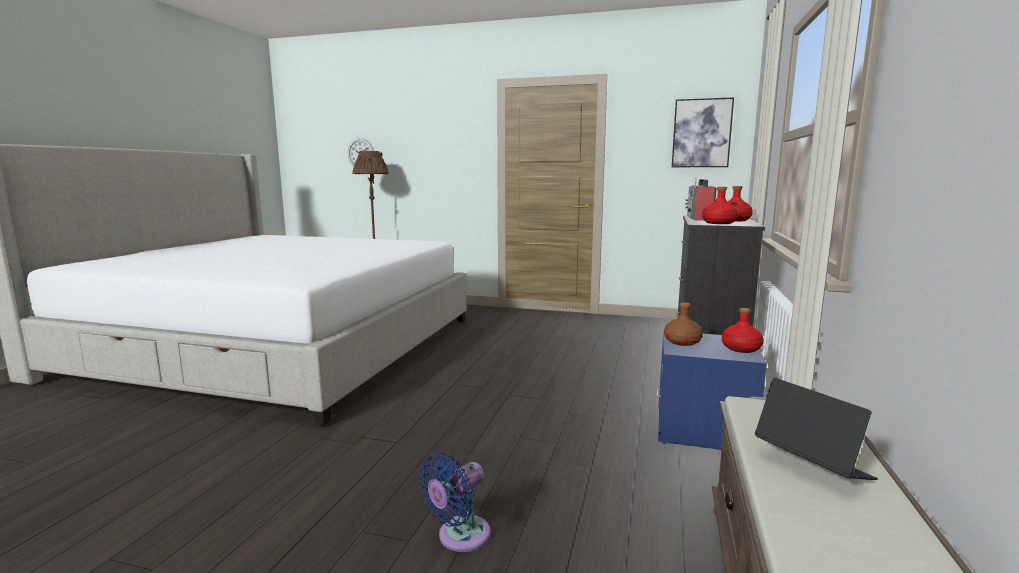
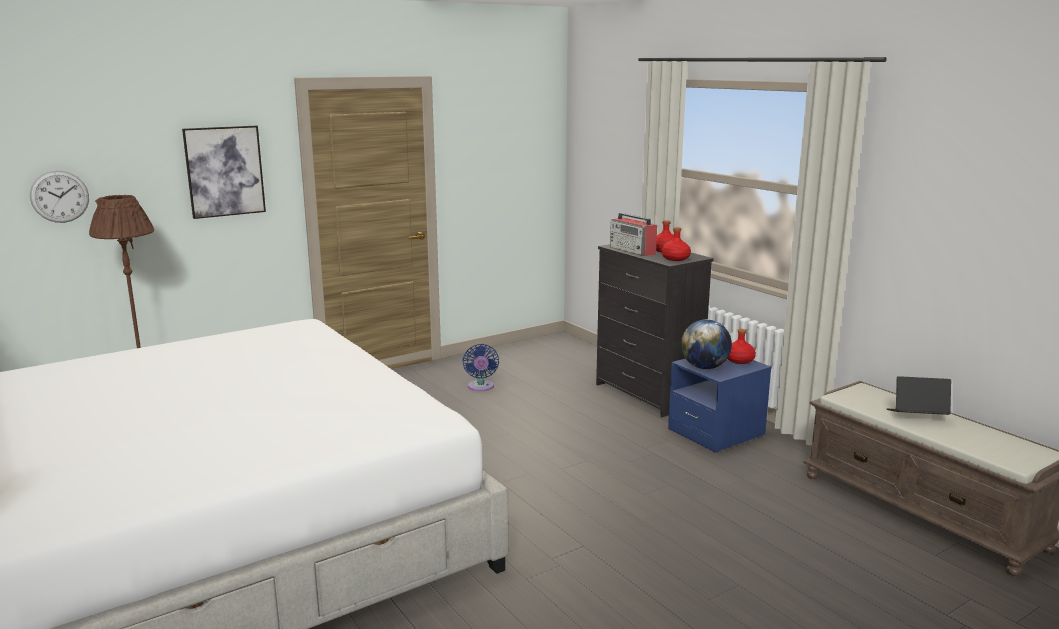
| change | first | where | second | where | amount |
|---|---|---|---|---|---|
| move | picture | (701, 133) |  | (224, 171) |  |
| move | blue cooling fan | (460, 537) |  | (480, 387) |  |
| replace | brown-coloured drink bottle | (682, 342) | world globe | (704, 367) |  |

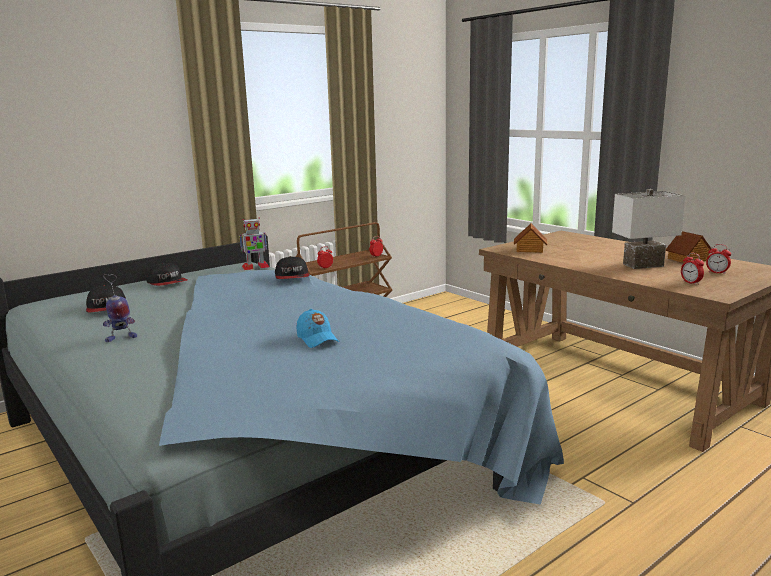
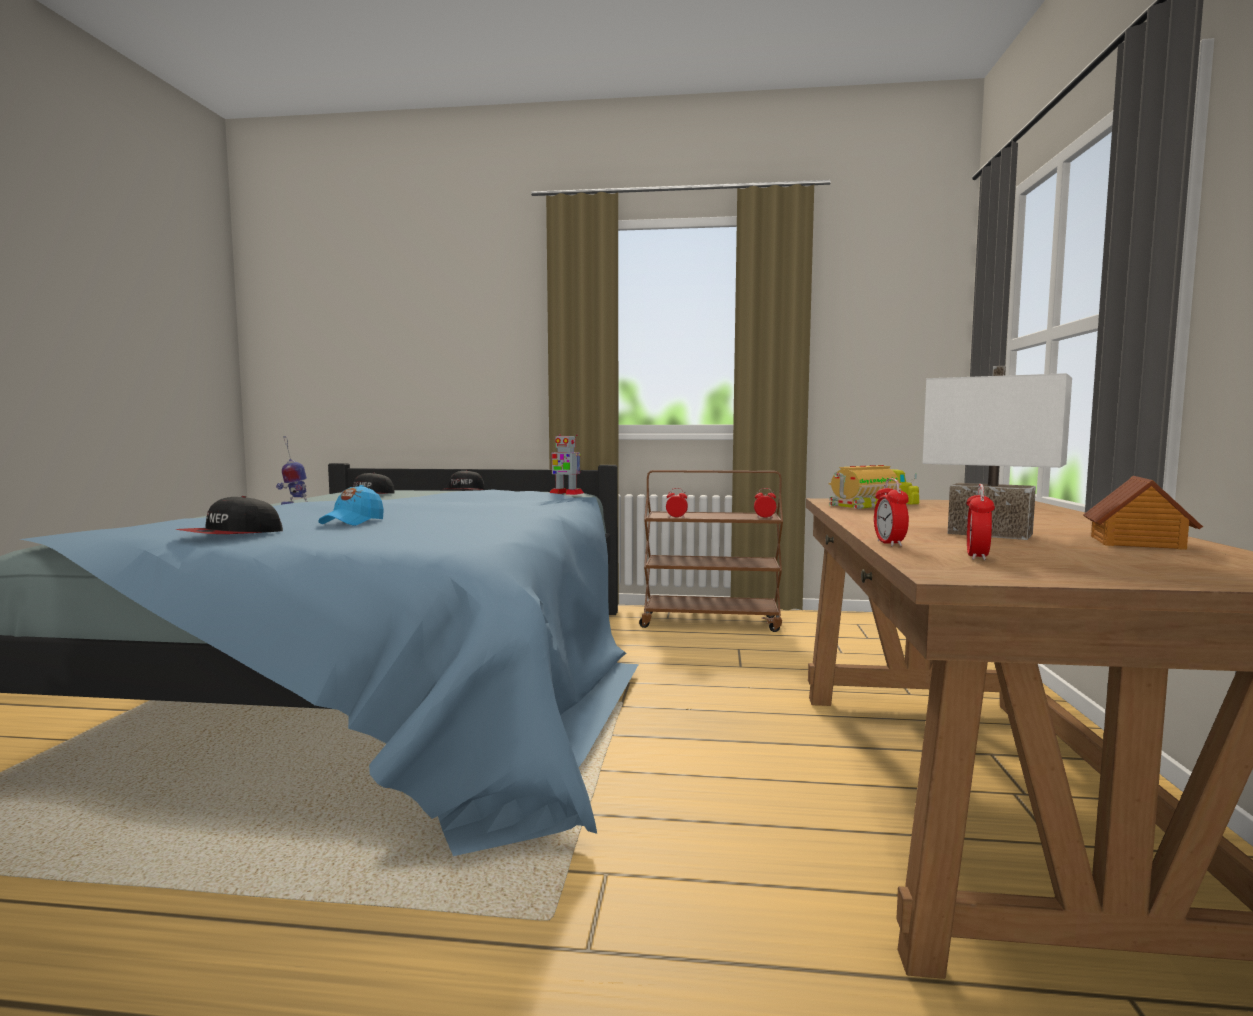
| change | first | where | second | where | amount |
|---|---|---|---|---|---|
| move | peaked cap | (292, 277) |  | (231, 535) |  |
| replace | toy house | (529, 249) | toy truck | (874, 505) |  |
| move | table clock | (717, 272) |  | (889, 543) |  |

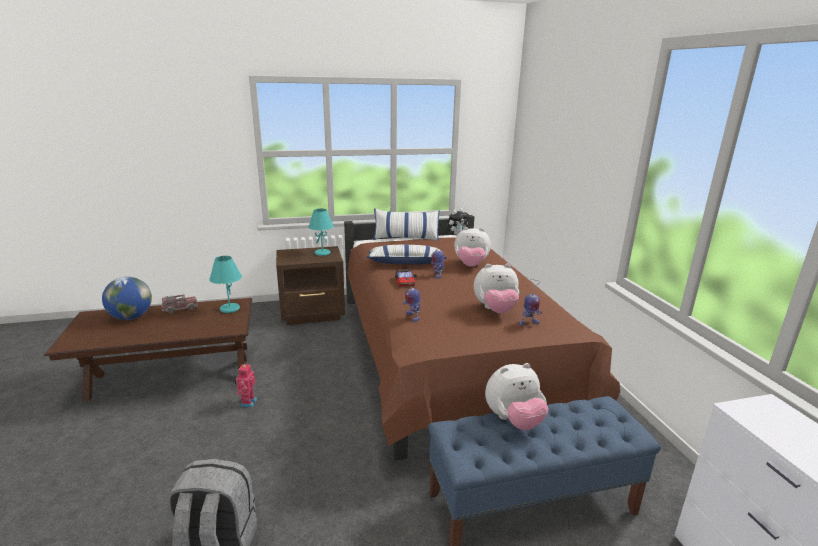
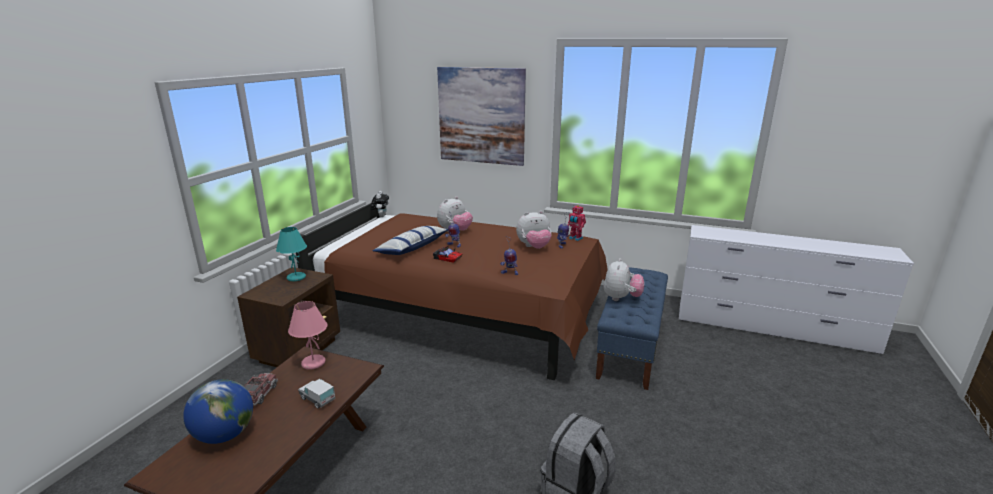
| change | first | where | second | where | amount |
|---|---|---|---|---|---|
| recolor | blue-green table lamp | (229, 309) | pink-coloured table lamp | (313, 363) |  |
| insert |  |  | toy truck | (317, 399) |  |
| insert |  |  | picture | (481, 116) |  |
| rotate | plush toy | (495, 310) |  | (534, 247) | 45 degrees clockwise |
| move | robot figure | (247, 402) |  | (575, 238) |  |
| delete | cushion | (406, 238) |  |  |  |

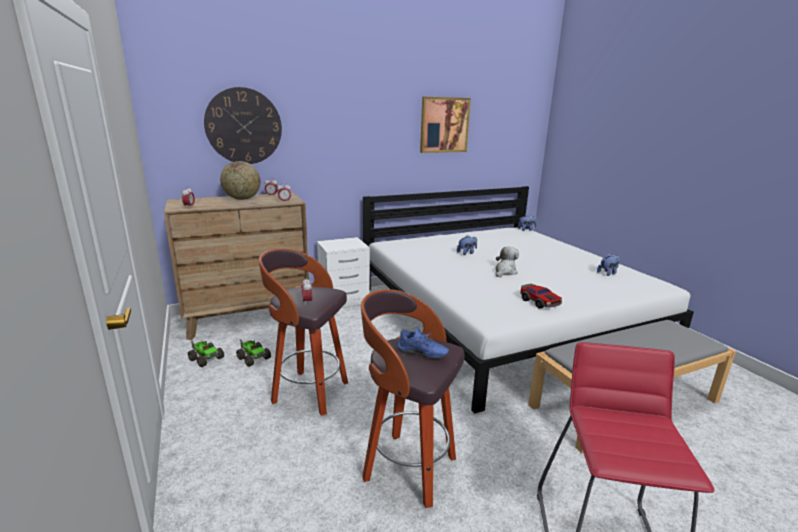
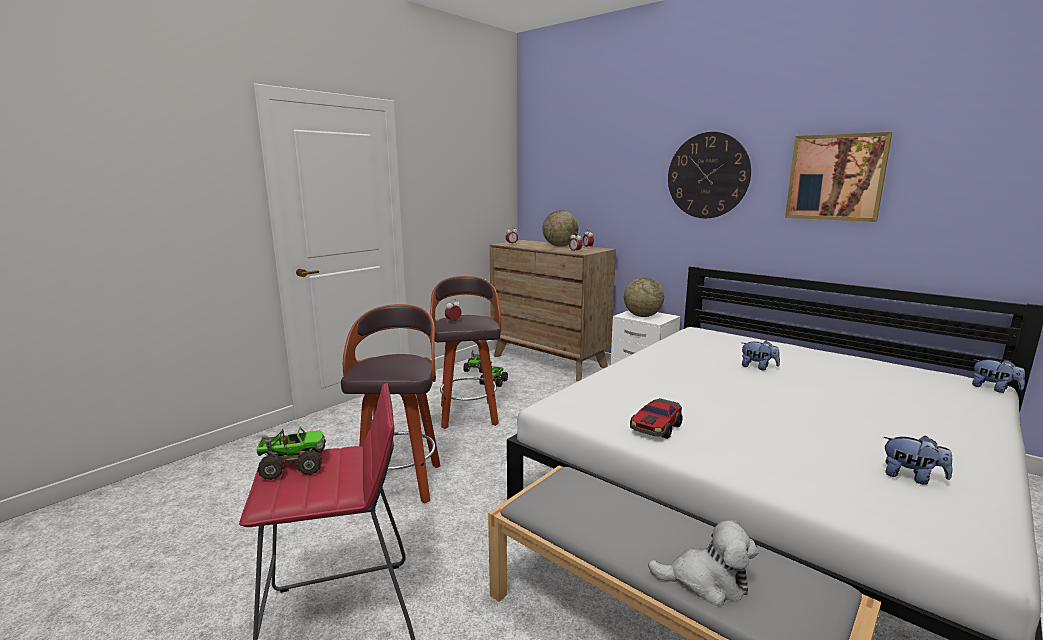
| change | first | where | second | where | amount |
|---|---|---|---|---|---|
| insert |  |  | toy truck | (293, 464) |  |
| insert |  |  | world globe | (642, 316) |  |
| move | plush toy | (505, 272) |  | (706, 581) |  |
| move | wall clock | (243, 126) |  | (708, 175) |  |
| delete | blue shoe | (421, 355) |  |  |  |

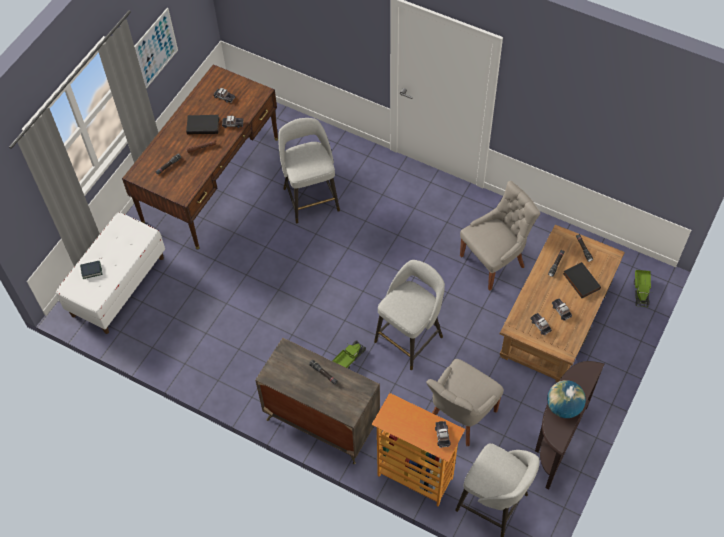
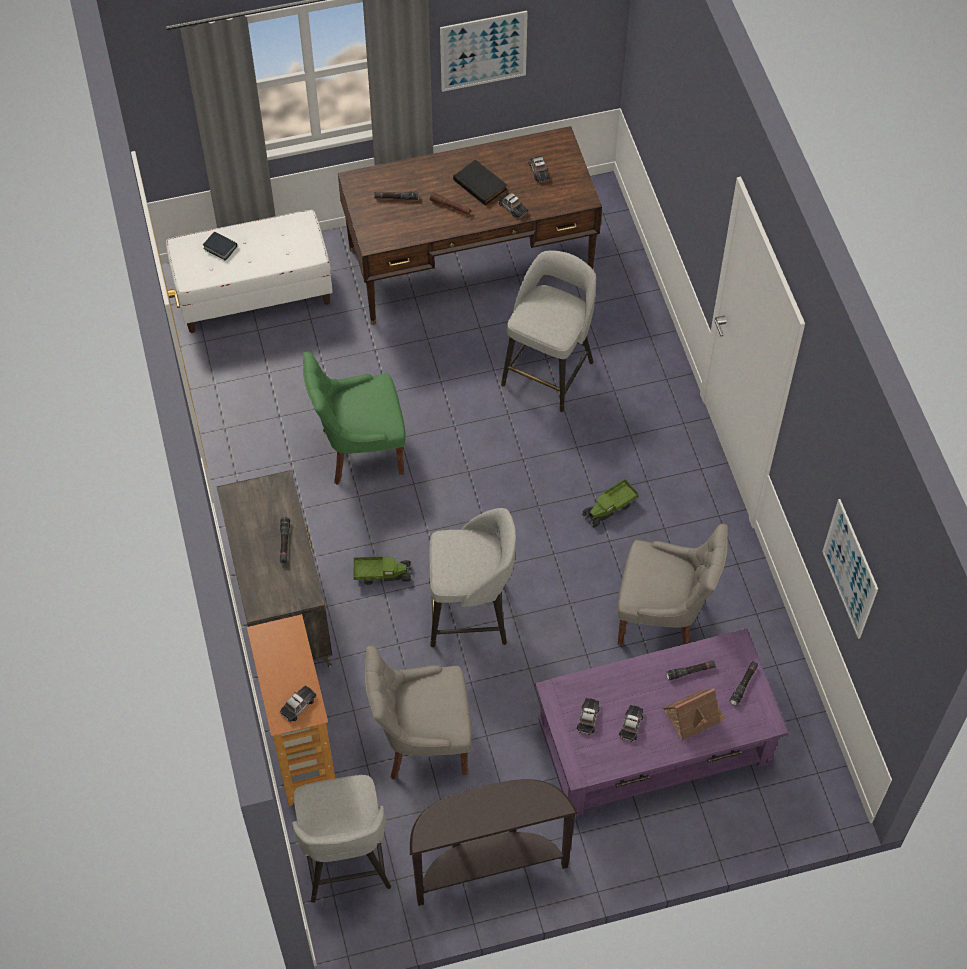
| change | first | where | second | where | amount |
|---|---|---|---|---|---|
| insert |  |  | green-coloured chair | (360, 450) |  |
| recolor | brown-coloured lounge table | (556, 318) | purple lounge table | (653, 744) |  |
| move | toy truck | (641, 291) |  | (609, 508) |  |
| replace | black-coloured bound book | (580, 281) | toy house | (693, 715) |  |
| insert |  |  | picture | (850, 569) |  |
| delete | world globe | (563, 407) |  |  |  |

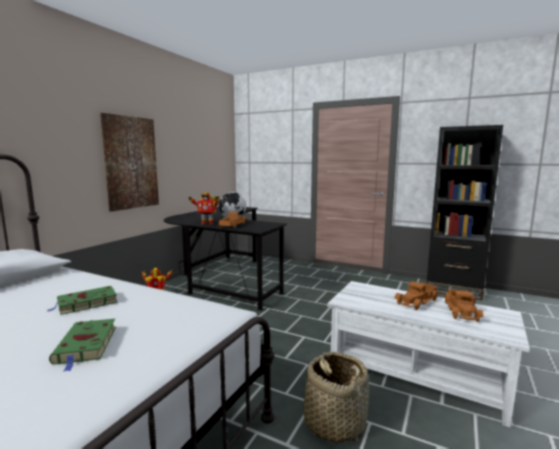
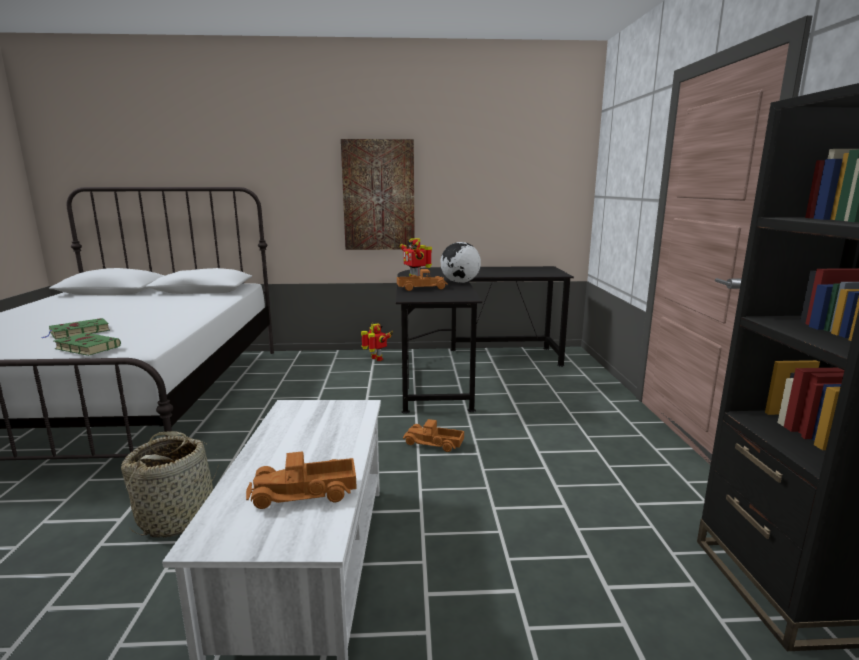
| change | first | where | second | where | amount |
|---|---|---|---|---|---|
| move | green-coloured bound book | (85, 303) |  | (86, 347) |  |
| move | toy truck | (417, 301) |  | (433, 443) |  |

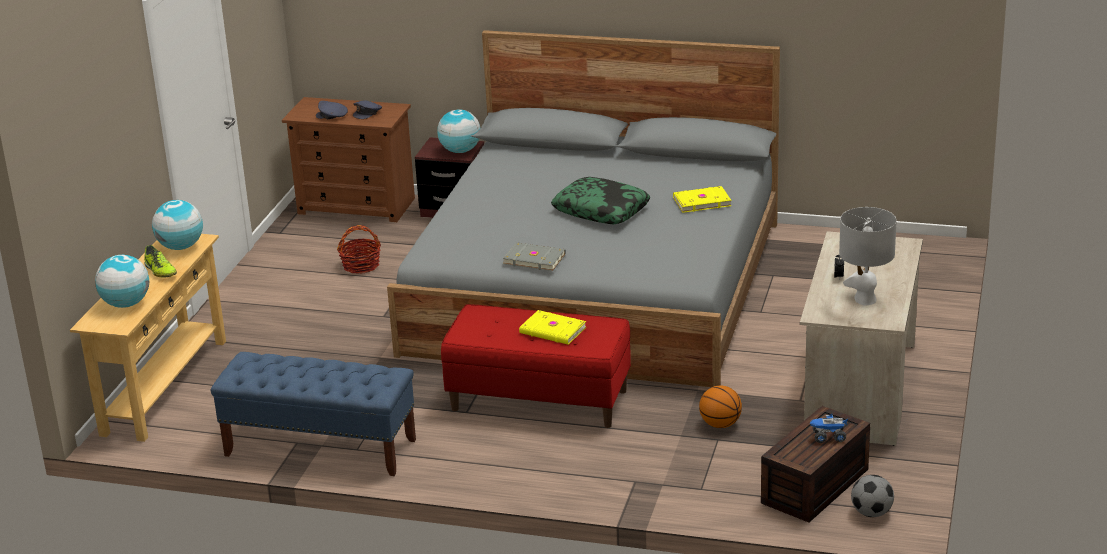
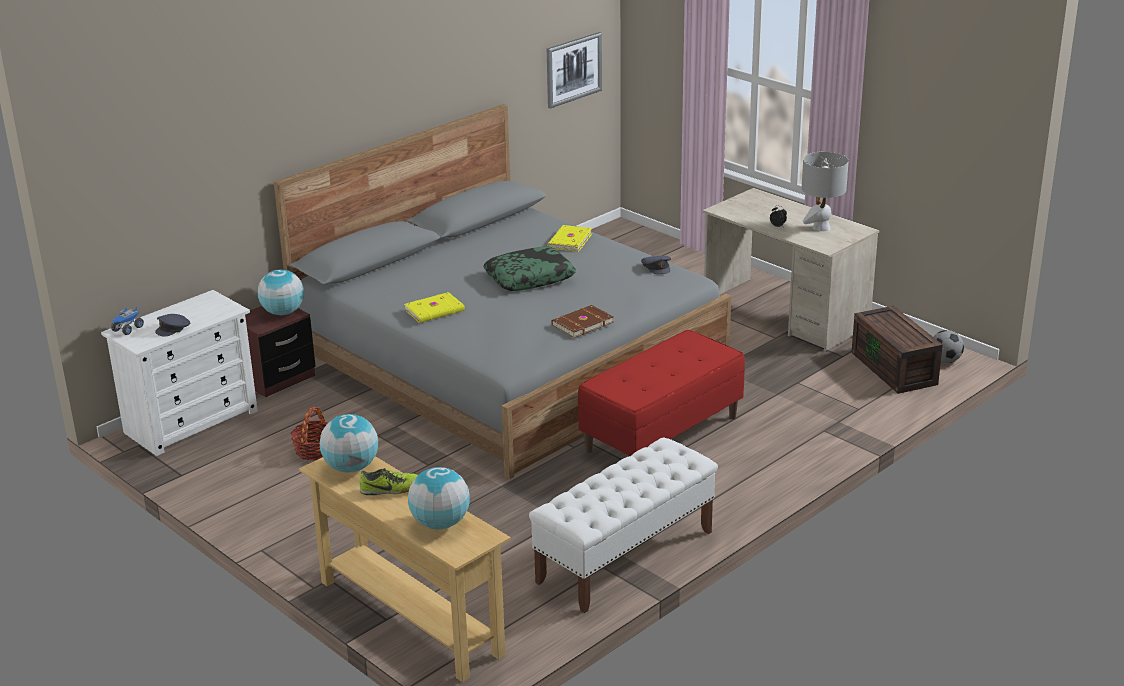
| change | first | where | second | where | amount |
|---|---|---|---|---|---|
| recolor | brown-coloured chest of drawers | (357, 206) | white-coloured chest of drawers | (192, 421) |  |
| move | toy truck | (828, 437) |  | (128, 329) |  |
| move | yellow bound book | (552, 331) |  | (435, 311) |  |
| recolor | blue long seat | (319, 447) | white-coloured long seat | (625, 557) |  |
| insert |  |  | picture | (573, 69) |  |
| recolor | gray bound book | (534, 259) | brown-coloured bound book | (581, 323) |  |
| move | gray peaked cap | (367, 113) |  | (657, 267) |  |
| delete | basketball | (720, 424) |  |  |  |

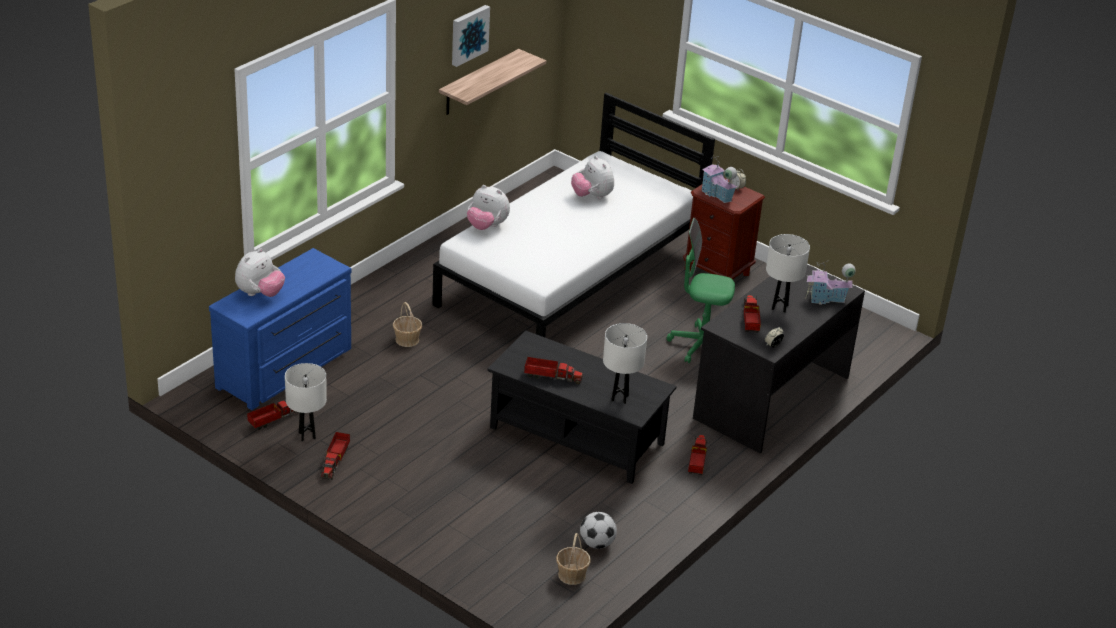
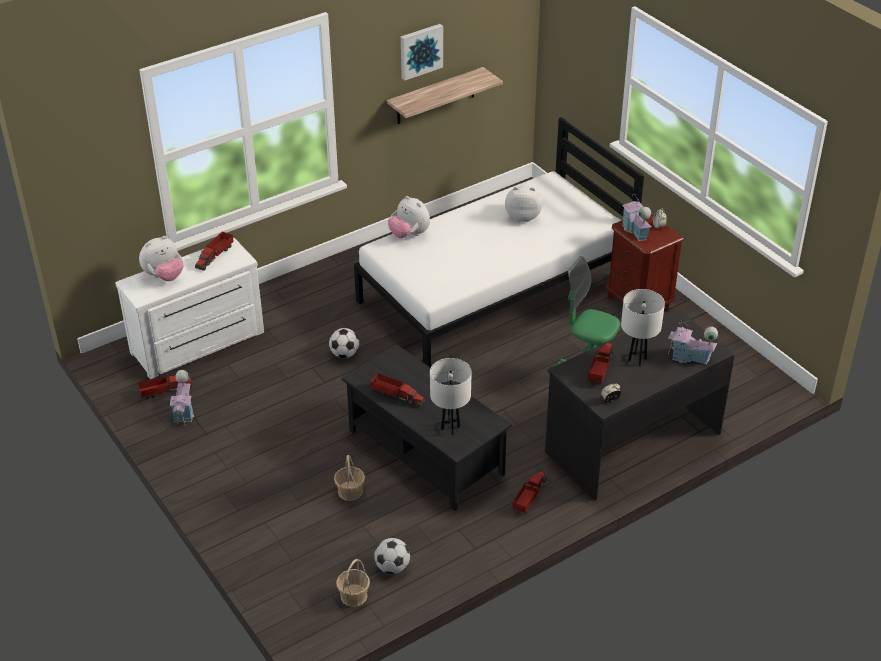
| change | first | where | second | where | amount |
|---|---|---|---|---|---|
| recolor | blue chest of drawers | (287, 369) | white-coloured chest of drawers | (199, 344) |  |
| replace | white-coloured table lamp | (307, 435) | toy house | (184, 411) |  |
| move | toy truck | (335, 461) |  | (215, 256) |  |
| insert |  |  | football ball | (344, 354) |  |
| move | basket | (407, 340) |  | (350, 491) |  |
| rotate | plush toy | (592, 196) |  | (523, 216) | 105 degrees clockwise |

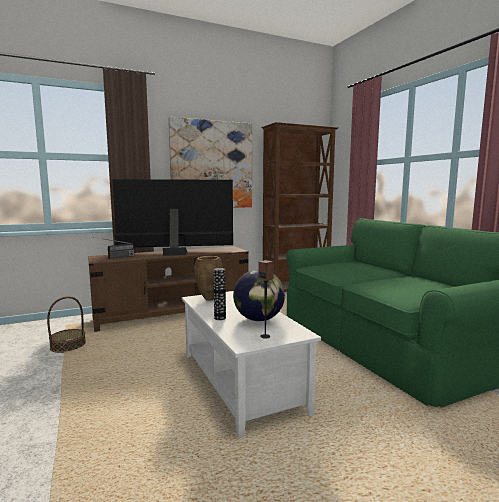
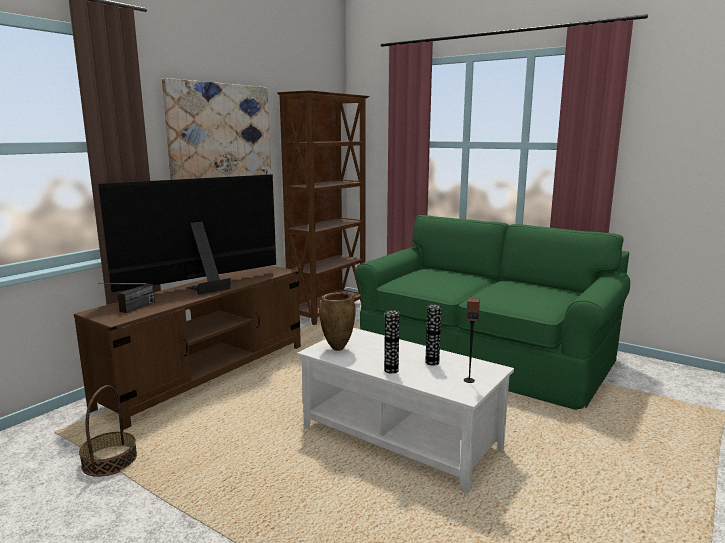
| change | first | where | second | where | amount |
|---|---|---|---|---|---|
| replace | world globe | (259, 319) | decorative vase | (432, 362) |  |

